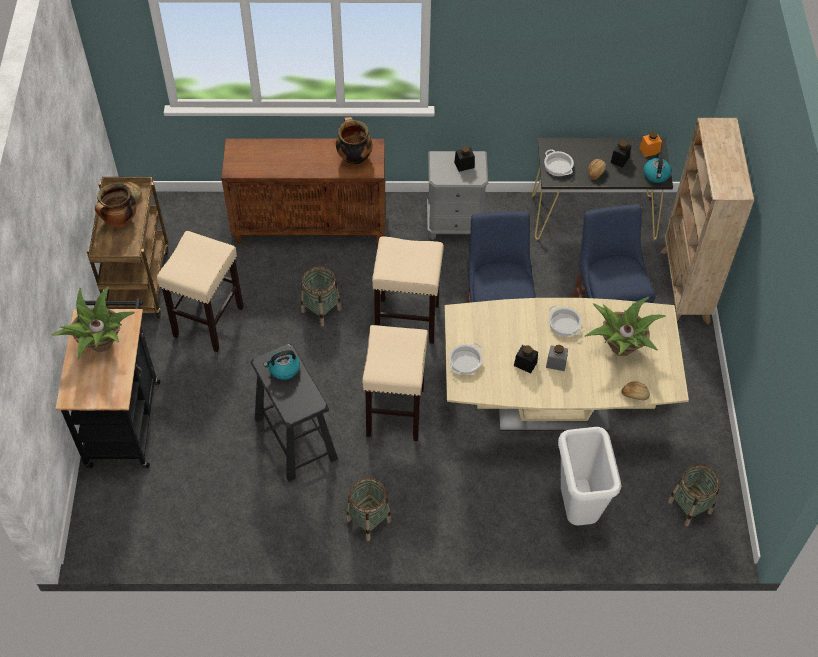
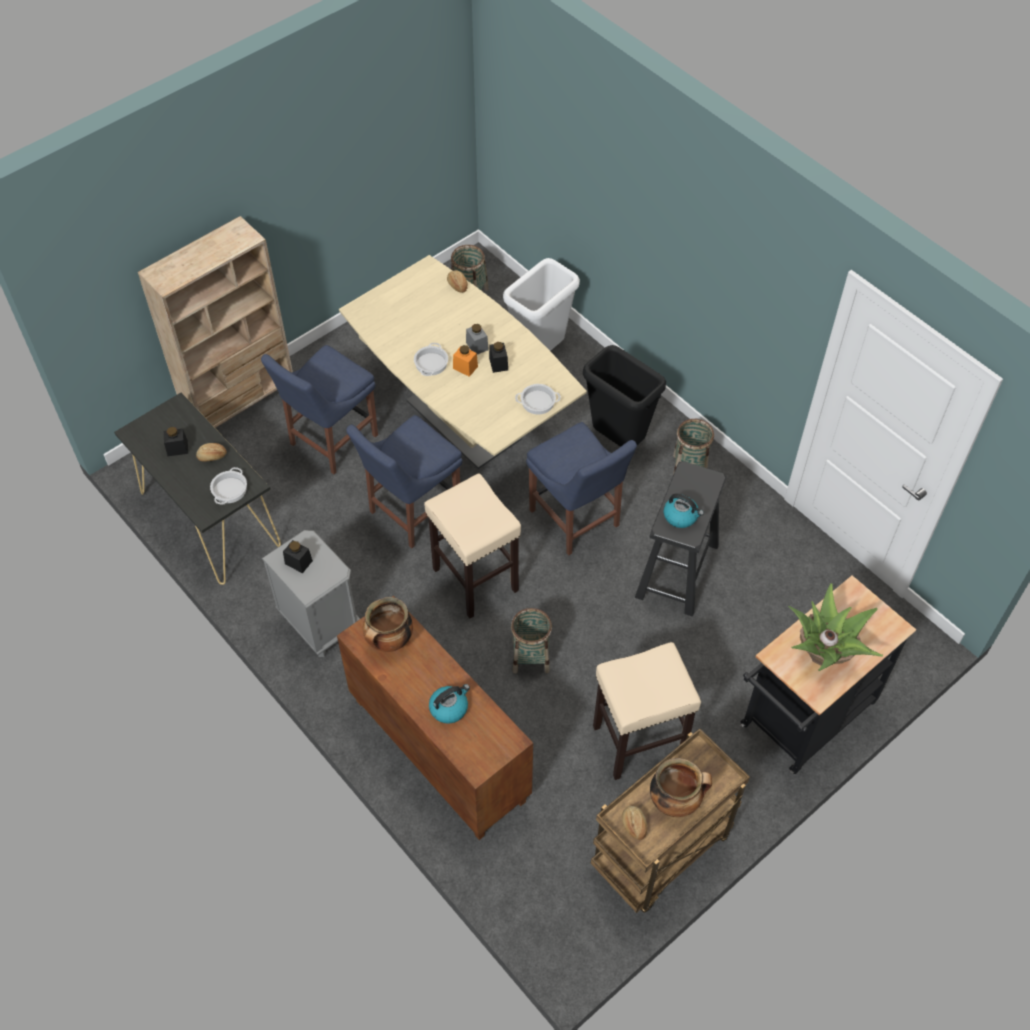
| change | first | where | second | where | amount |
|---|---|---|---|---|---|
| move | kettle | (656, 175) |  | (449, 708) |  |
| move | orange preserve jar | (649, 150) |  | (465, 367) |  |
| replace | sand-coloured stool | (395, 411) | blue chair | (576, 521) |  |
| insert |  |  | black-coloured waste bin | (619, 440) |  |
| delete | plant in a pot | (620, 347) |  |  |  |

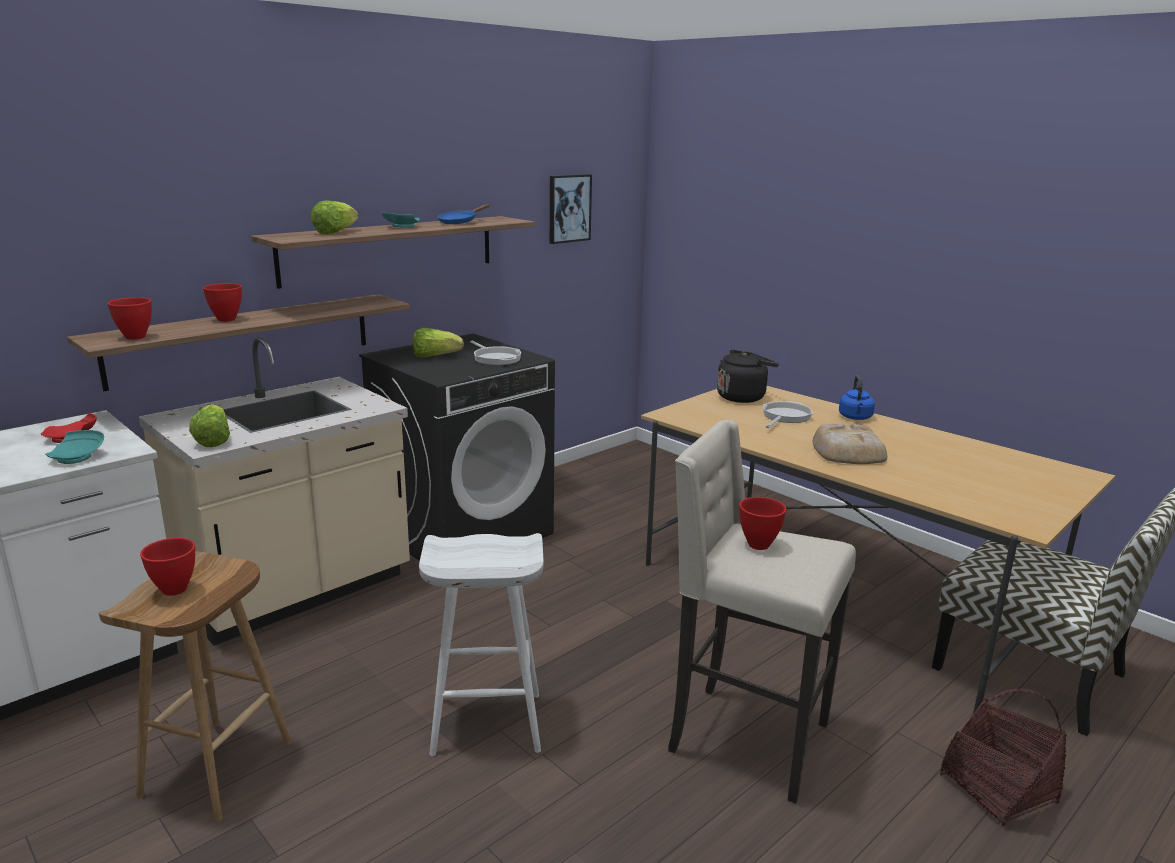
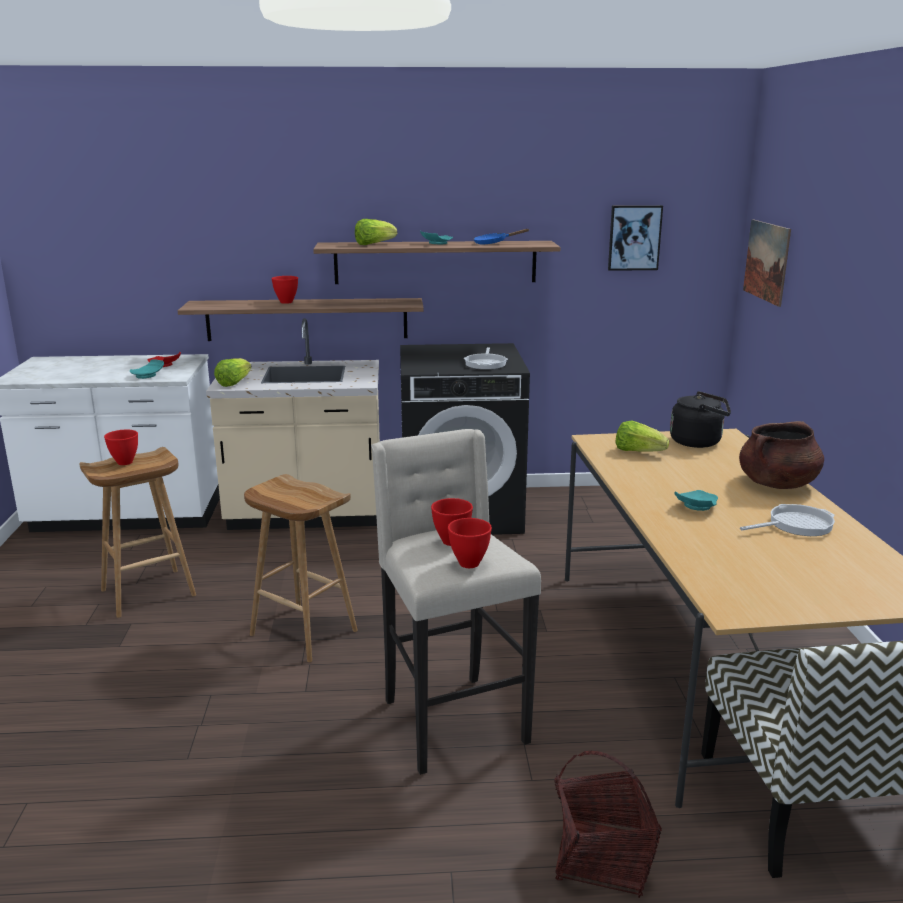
| change | first | where | second | where | amount |
|---|---|---|---|---|---|
| recolor | white-coloured stool | (485, 724) | brown-coloured stool | (302, 632) |  |
| move | reddish serving bowl | (136, 337) |  | (470, 563) |  |
| move | lettuce | (435, 356) |  | (638, 452) |  |
| replace | baked bread | (847, 452) | blue-green dinner plate | (695, 507) |  |
| replace | blue kettle | (855, 418) | brown-coloured cooking pot | (777, 484) |  |
| move | frying pan | (785, 417) |  | (796, 525) |  |
| insert |  |  | picture | (766, 261) |  |

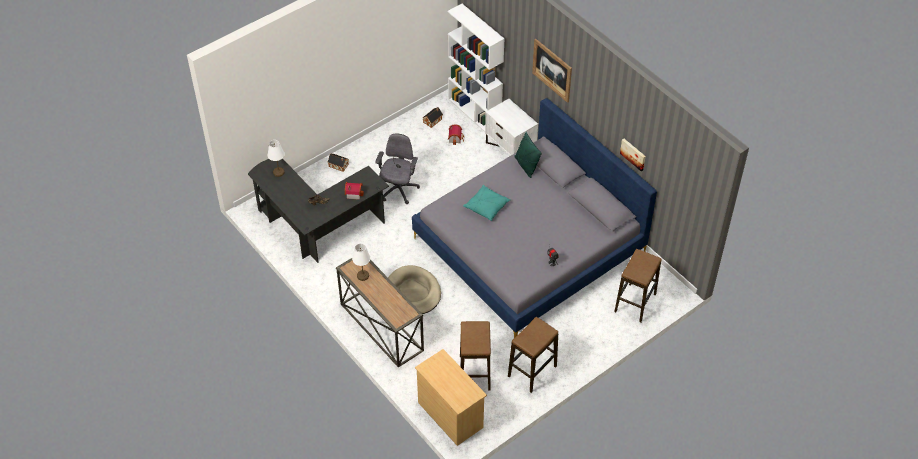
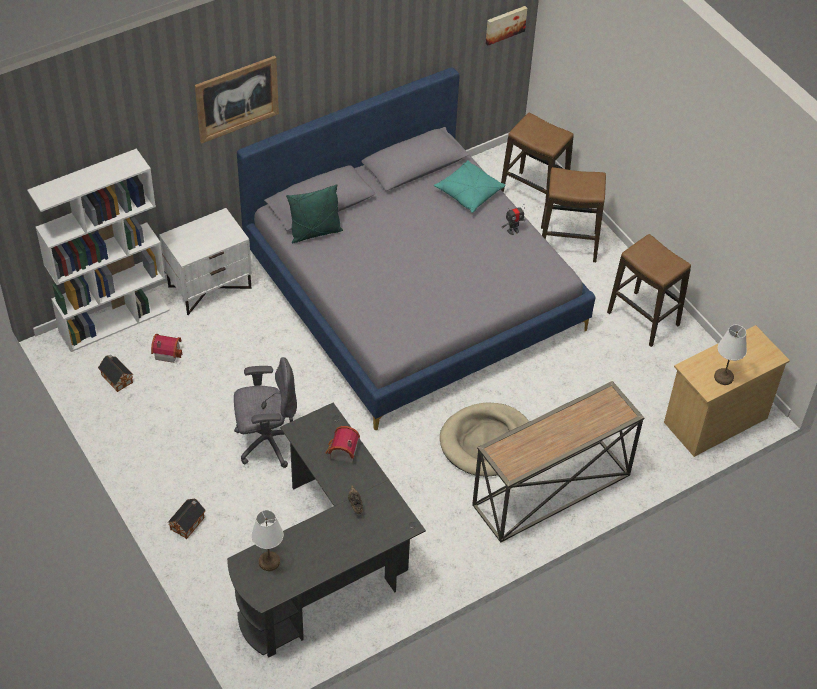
| change | first | where | second | where | amount |
|---|---|---|---|---|---|
| rotate | gray desk chair | (398, 190) |  | (267, 442) | 150 degrees clockwise |
| move | blue-green cushion | (486, 207) |  | (469, 193) |  |
| move | picture | (633, 154) |  | (505, 24) |  |
| move | stool | (475, 373) |  | (568, 244) |  |
| move | white-coloured table lamp | (362, 276) |  | (724, 377) |  |

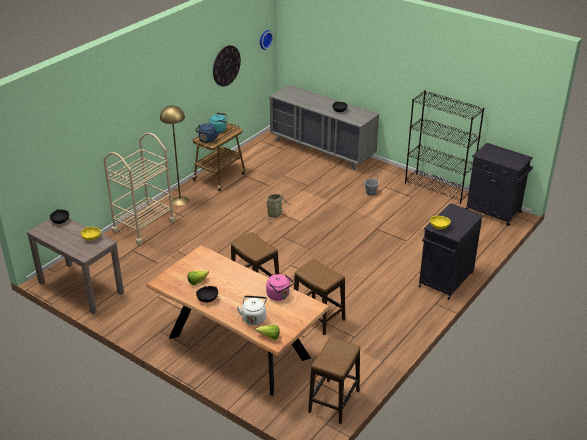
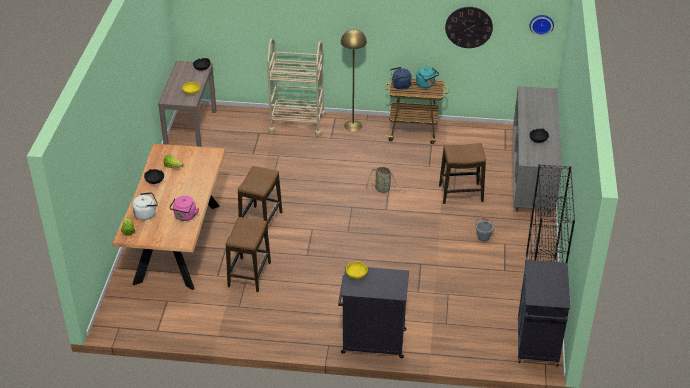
| change | first | where | second | where | amount |
|---|---|---|---|---|---|
| move | stool | (334, 402) |  | (460, 193) |  |

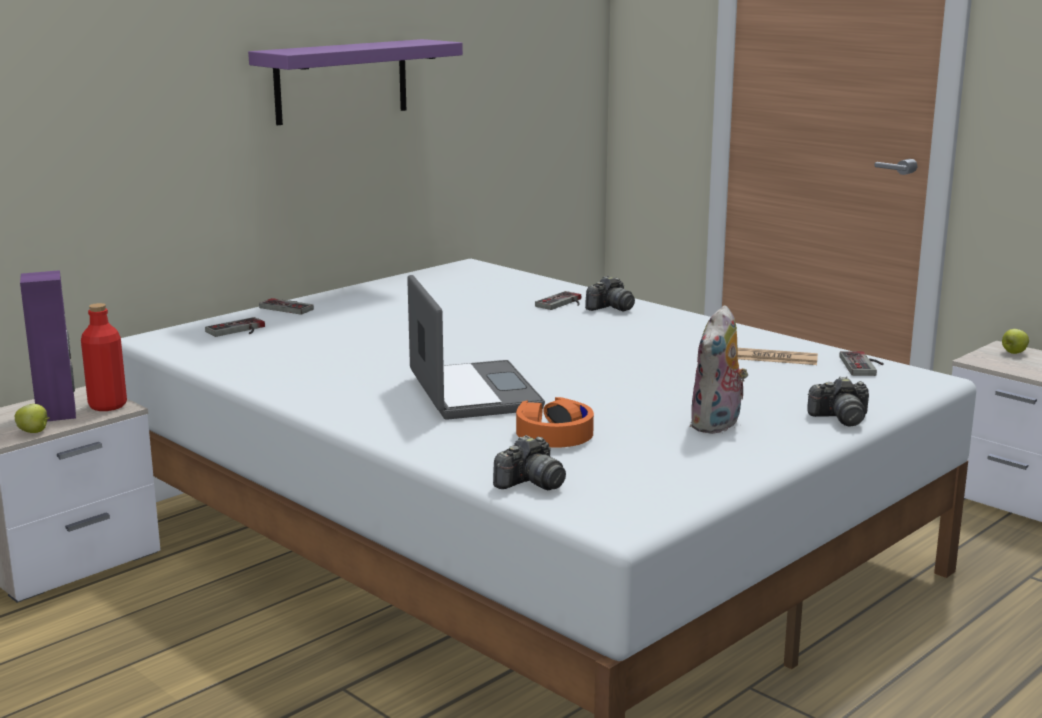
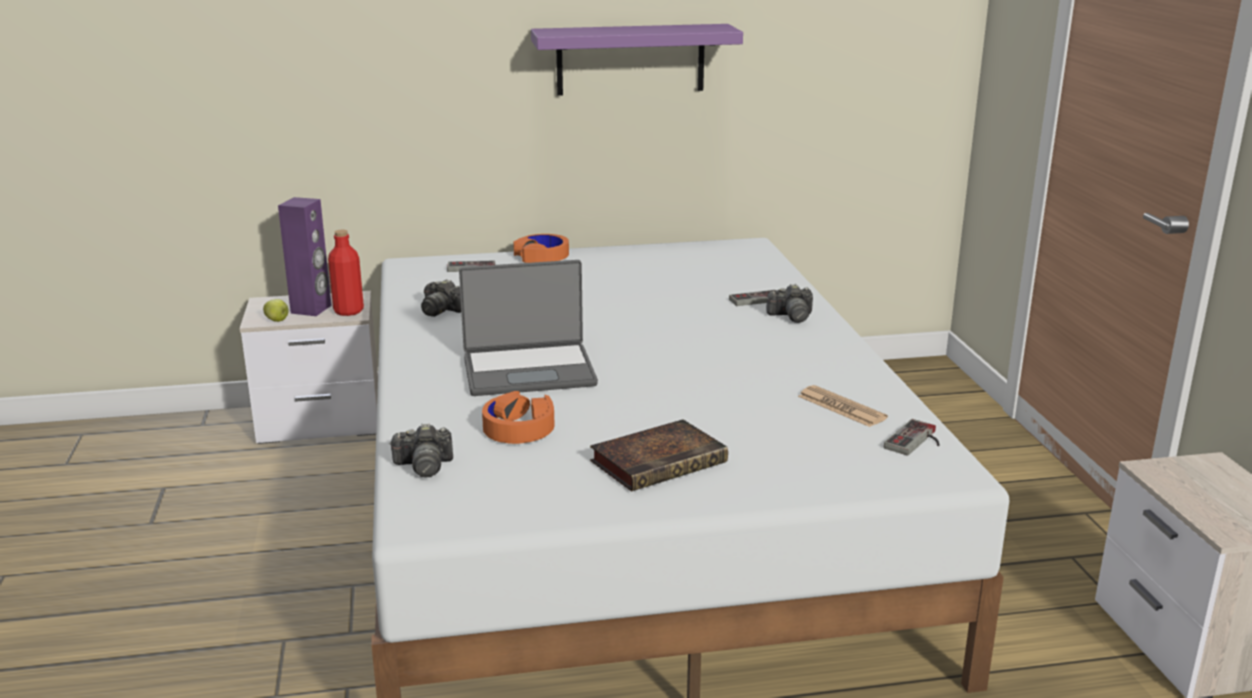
| change | first | where | second | where | amount |
|---|---|---|---|---|---|
| move | still camera | (840, 418) |  | (441, 310) |  |
| rotate | notebook computer | (471, 393) |  | (529, 371) | 60 degrees clockwise |
| replace | game controller | (290, 307) | orange headset | (542, 256) |  |
| replace | plush toy | (717, 425) | bound book | (660, 461) |  |
| delete | apple | (1013, 353) |  |  |  |

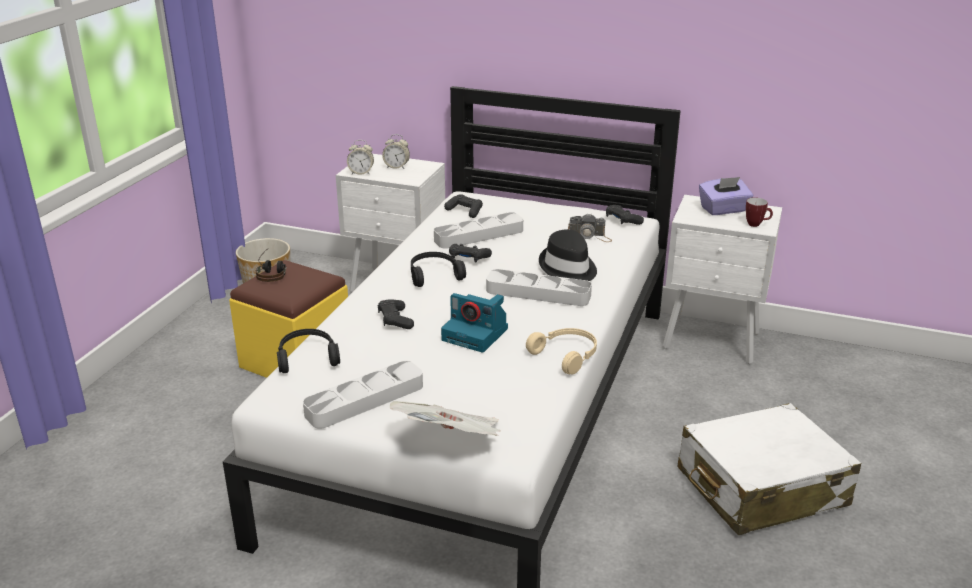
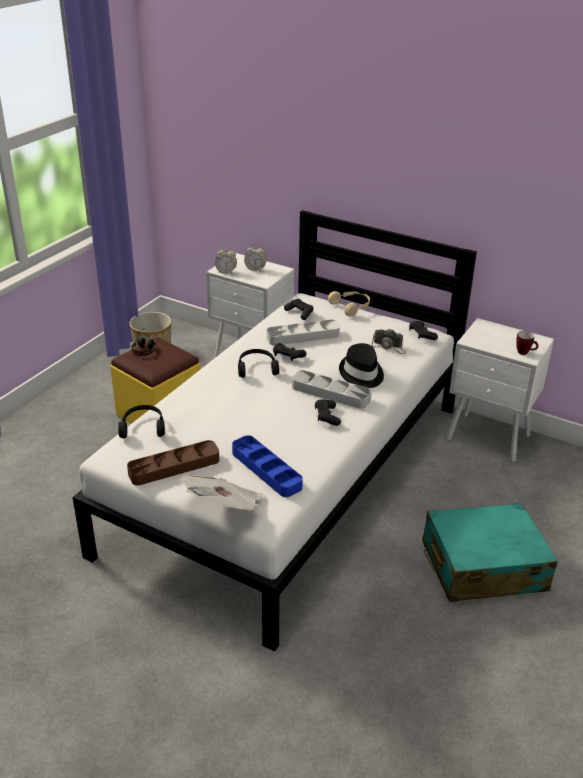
| change | first | where | second | where | amount |
|---|---|---|---|---|---|
| recolor | gray carrying tray | (365, 400) | brown-coloured carrying tray | (174, 467) |  |
| insert |  |  | blue carrying tray | (266, 470) |  |
| move | black-coloured game controller | (395, 320) |  | (327, 416) |  |
| move | sand-coloured headset | (566, 355) |  | (351, 307) |  |
| recolor | white-coloured suitcase | (760, 488) | blue-green suitcase | (482, 567) |  |
| delete | still camera | (476, 334) |  |  |  |
| delete | purple box of tissues | (723, 210) |  |  |  |

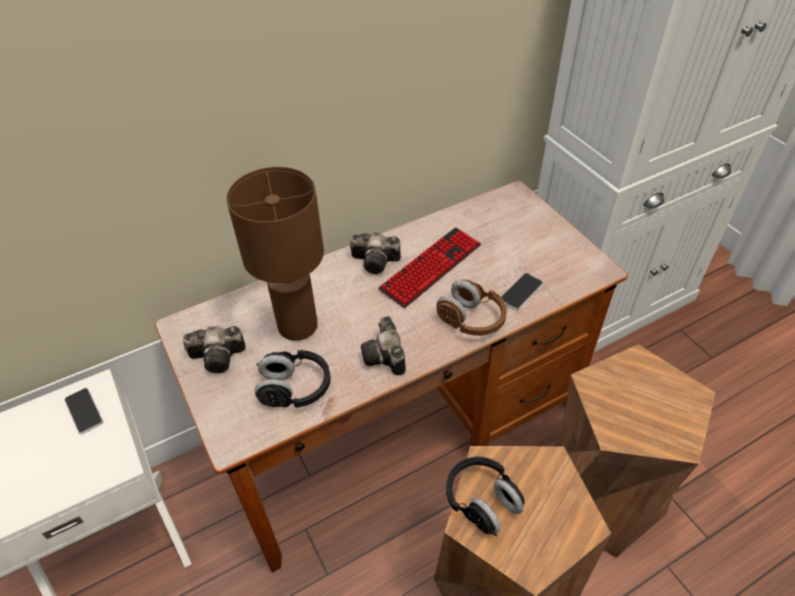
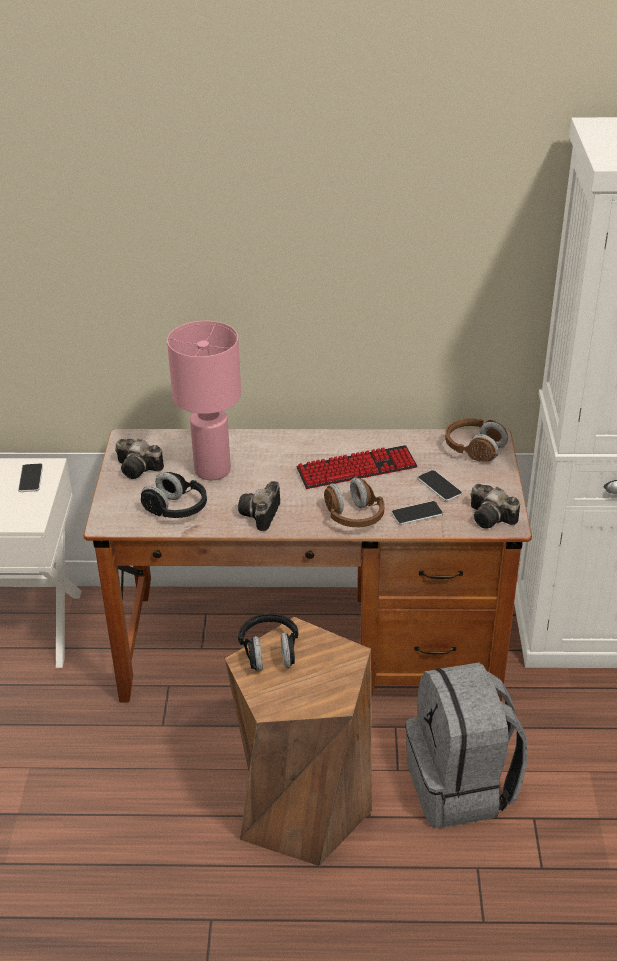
| change | first | where | second | where | amount |
|---|---|---|---|---|---|
| recolor | brown-coloured table lamp | (299, 326) | pink-coloured table lamp | (213, 471) |  |
| replace | brown-coloured stool | (601, 496) | gray backpack | (461, 786) |  |
| insert |  |  | phone | (439, 486) |  |
| insert |  |  | brown-coloured headset | (474, 450) |  |
| move | still camera | (377, 261) |  | (492, 518) |  |

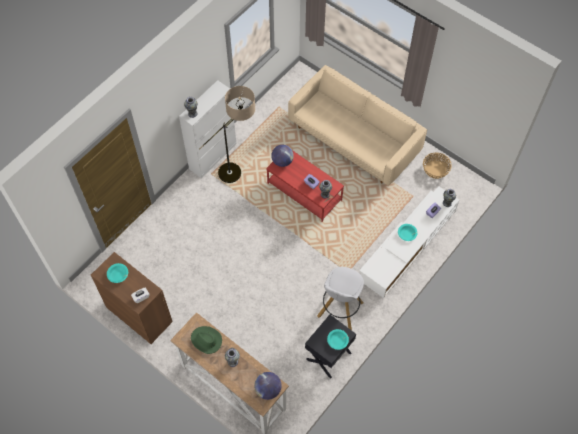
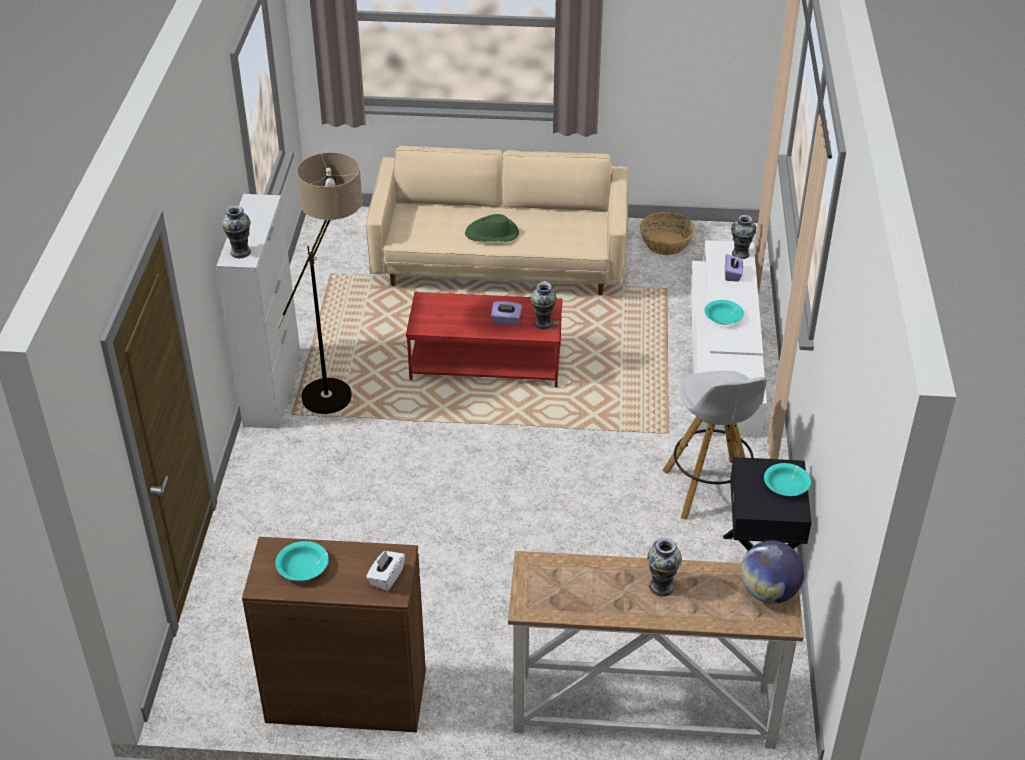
| change | first | where | second | where | amount |
|---|---|---|---|---|---|
| move | green-coloured hat | (206, 340) |  | (492, 234) |  |
| delete | world globe | (282, 161) |  |  |  |

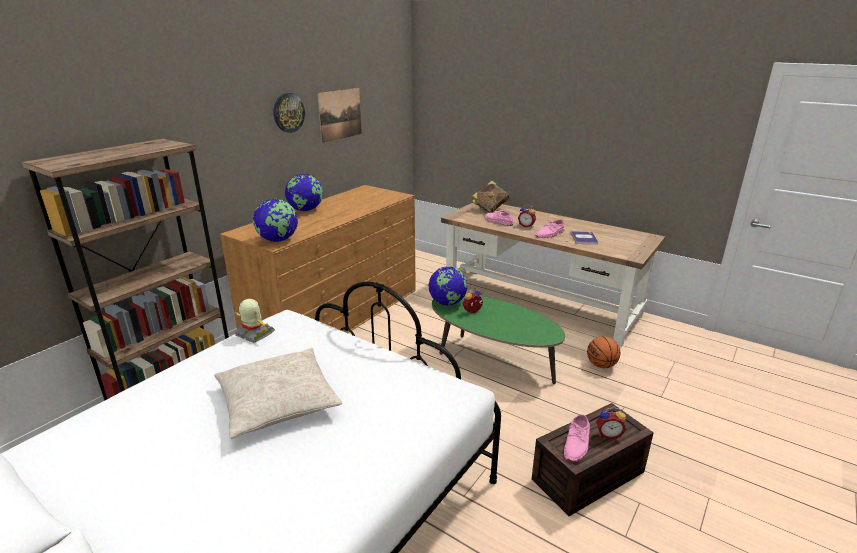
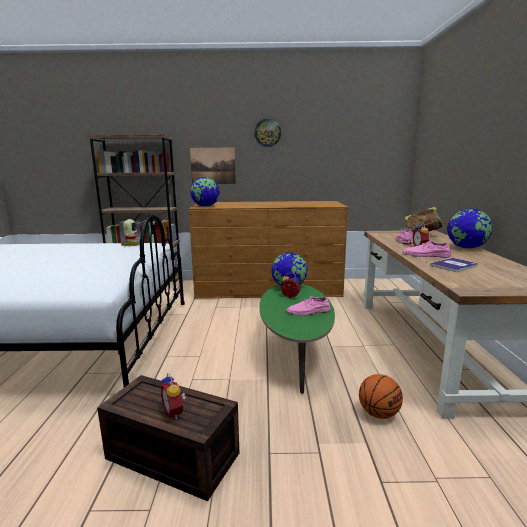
| change | first | where | second | where | amount |
|---|---|---|---|---|---|
| move | picture | (340, 114) |  | (213, 166) |  |
| move | pink-coloured shoe | (577, 443) |  | (308, 311) |  |
| move | world globe | (306, 210) |  | (466, 248) |  |
| delete | sand-coloured cushion | (278, 402) |  |  |  |

